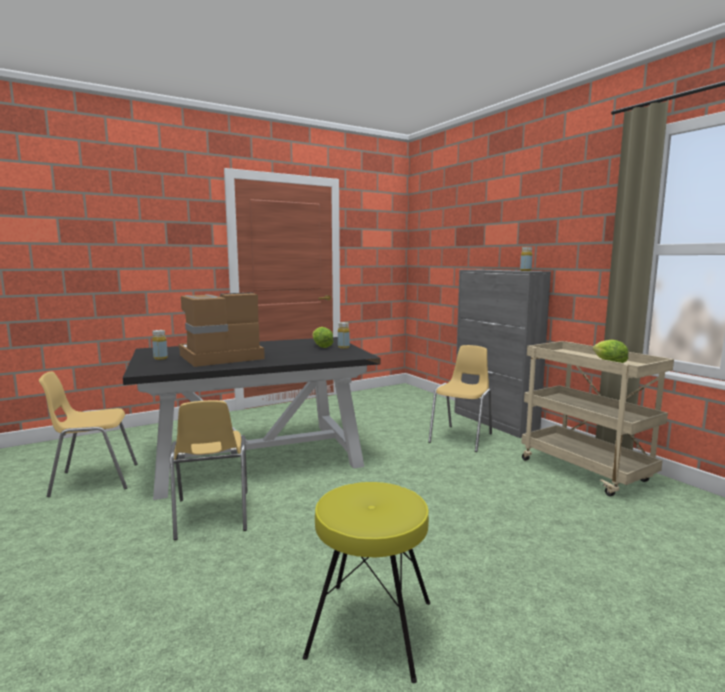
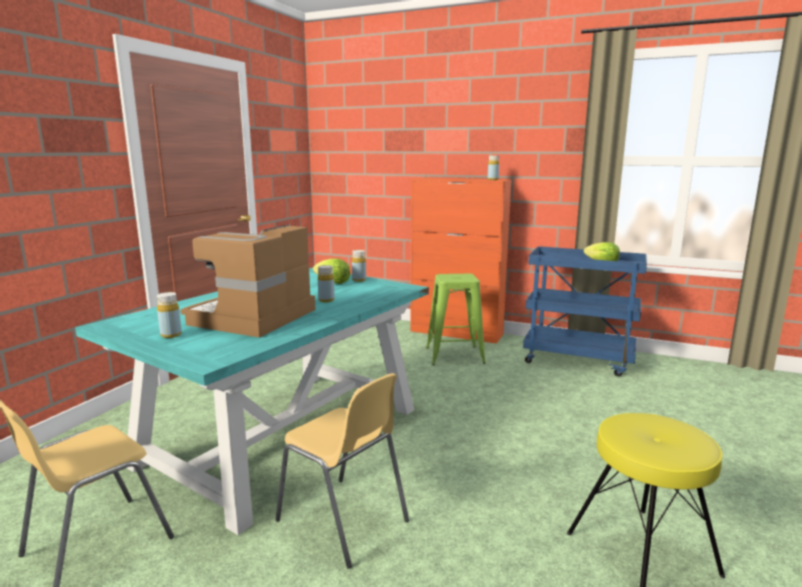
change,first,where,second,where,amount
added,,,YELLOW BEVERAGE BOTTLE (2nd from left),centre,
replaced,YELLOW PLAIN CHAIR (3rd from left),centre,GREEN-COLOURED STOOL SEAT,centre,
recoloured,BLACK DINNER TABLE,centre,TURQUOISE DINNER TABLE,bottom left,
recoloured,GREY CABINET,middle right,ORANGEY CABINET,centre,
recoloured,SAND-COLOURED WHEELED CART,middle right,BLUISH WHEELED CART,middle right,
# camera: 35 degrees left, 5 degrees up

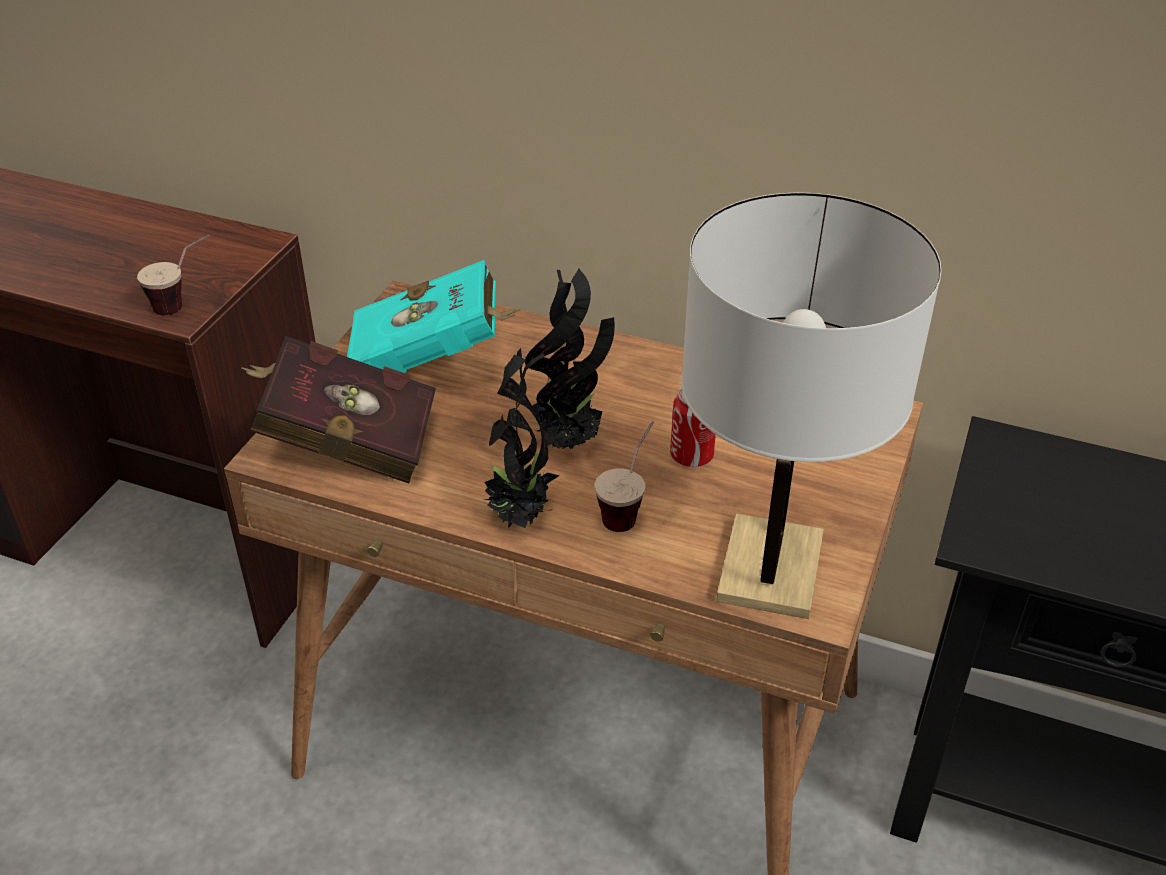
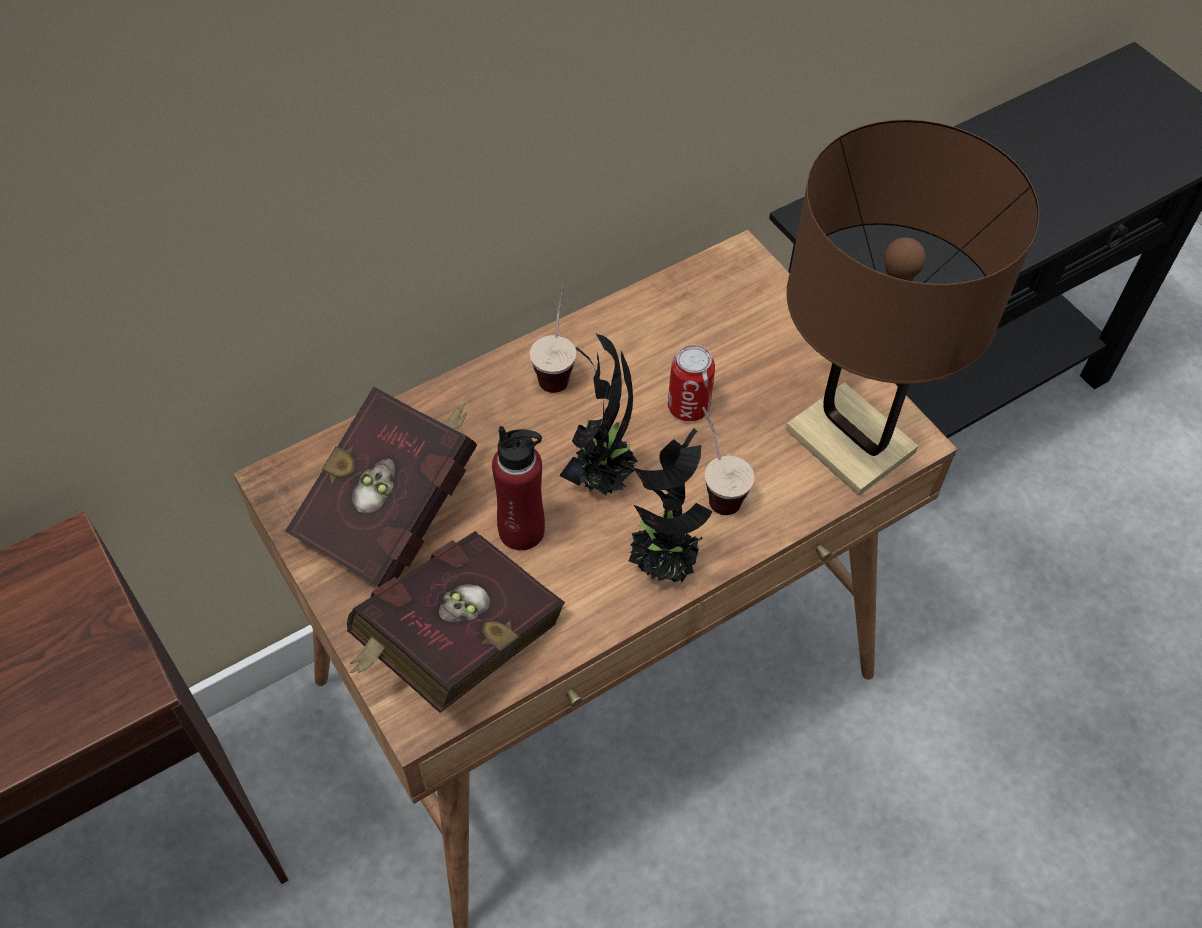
change,first,where,second,where,amount
added,,,RED-COLOURED BEVERAGE BOTTLE,centre,
moved,SMALL CUP (1st from left),top left,,centre,
recoloured,TURQUOISE VOLUME,centre,RED-COLOURED VOLUME (1st from left),middle left,
recoloured,WHITE TABLE LAMP,middle right,BROWN-COLOURED TABLE LAMP,top right,
# camera: 55 degrees left, 15 degrees up

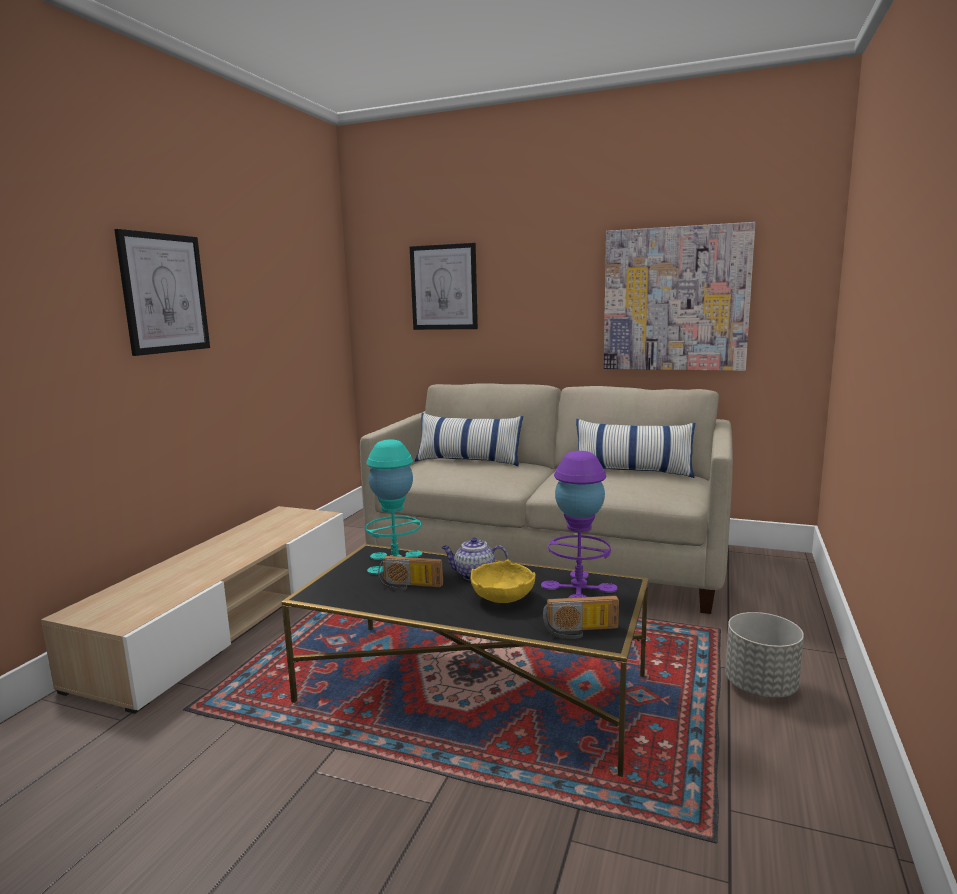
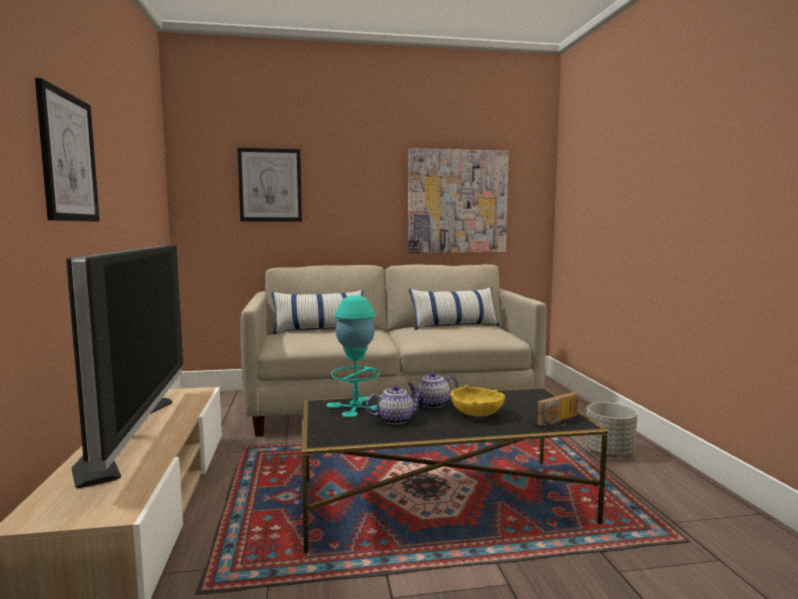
change,first,where,second,where,amount
removed,PURPLISH TABLE LAMP,centre,,,
added,,,TELEVISION,middle left,
replaced,RADIO SET (1st from left),centre,TEAPOT (1st from left),bottom centre,
# camera: 30 degrees left, 5 degrees down

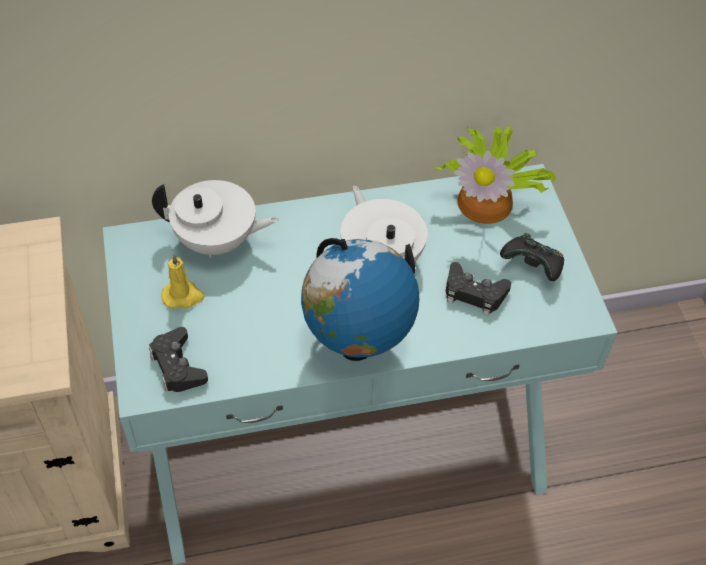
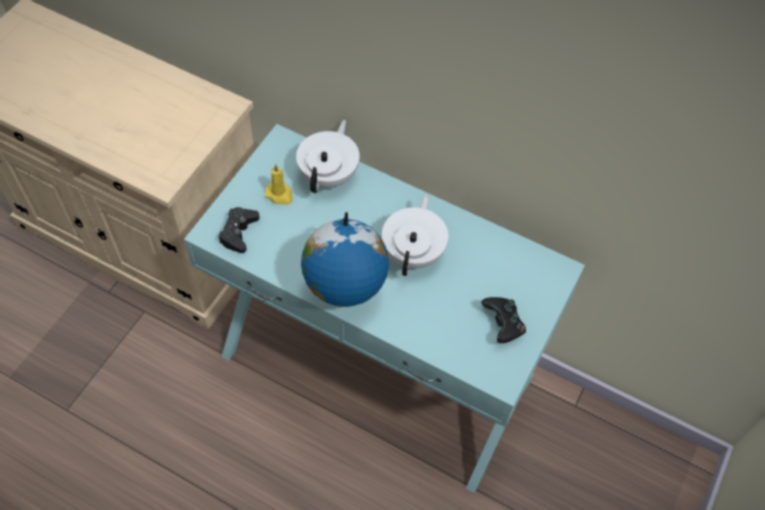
change,first,where,second,where,amount
removed,PLANT IN A POT,top right,,,
removed,BLACK GAME CONTROLLER (2nd from left),middle right,,,
turned,WHITE TEAPOT (1st from left),middle left,,top centre,120 degrees counterclockwise
# camera: 40 degrees right, 5 degrees up

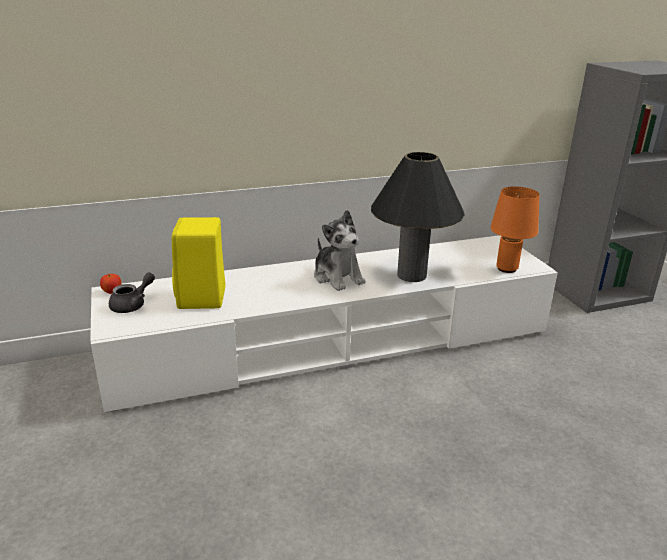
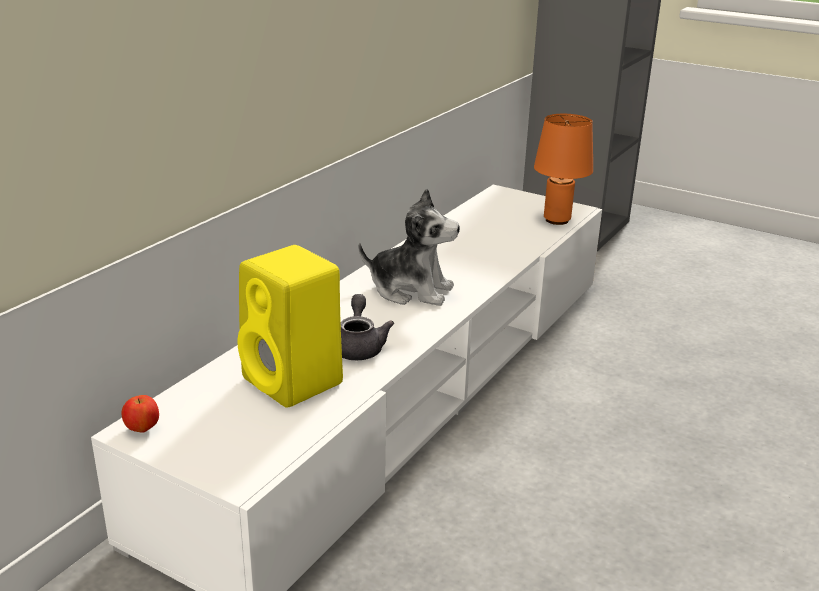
change,first,where,second,where,amount
removed,BLACK TABLE LAMP,centre,,,
moved,GREY TEAPOT,middle left,,centre,
# camera: 40 degrees left, 0 degrees up

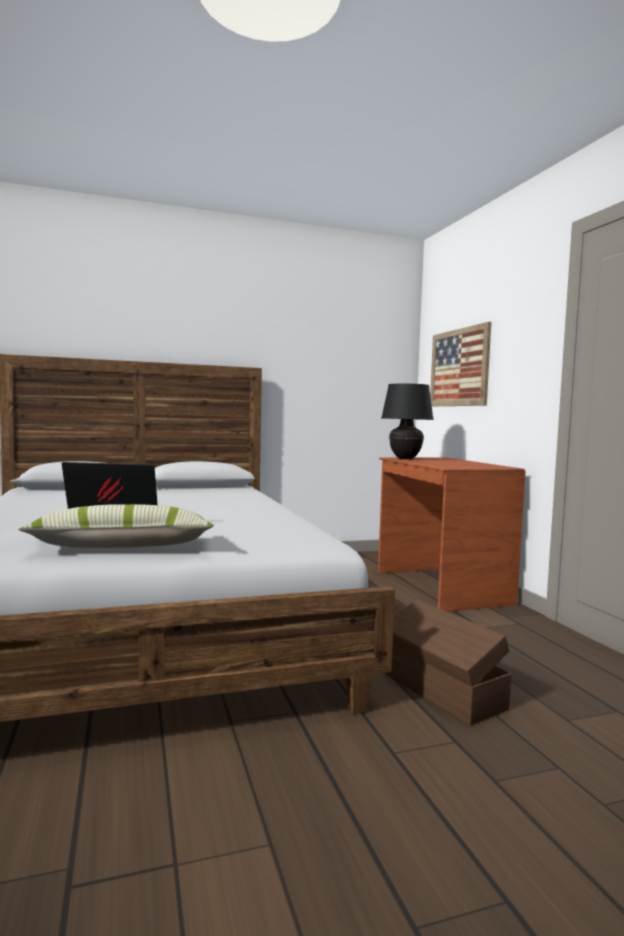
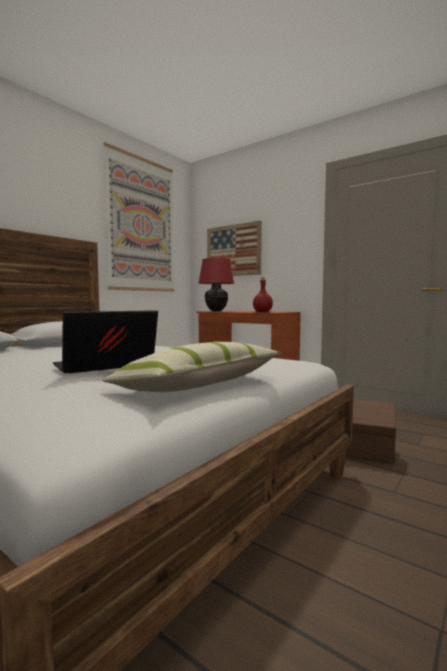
change,first,where,second,where,amount
added,,,WALL PICTURE (1st from left),top left,
added,,,RED-COLOURED BEVERAGE BOTTLE,centre,
recoloured,BLACK TABLE LAMP,centre,RED-COLOURED TABLE LAMP,centre,
# camera: 35 degrees left, 0 degrees up

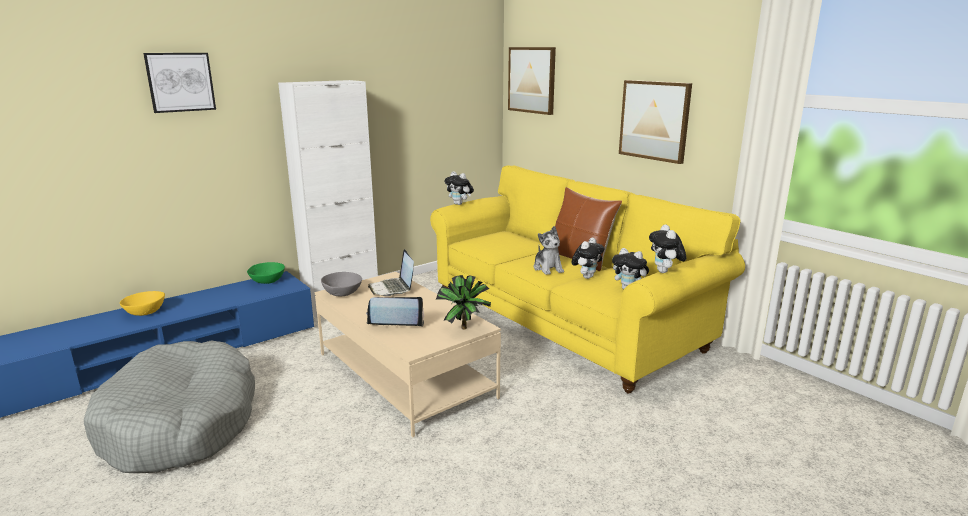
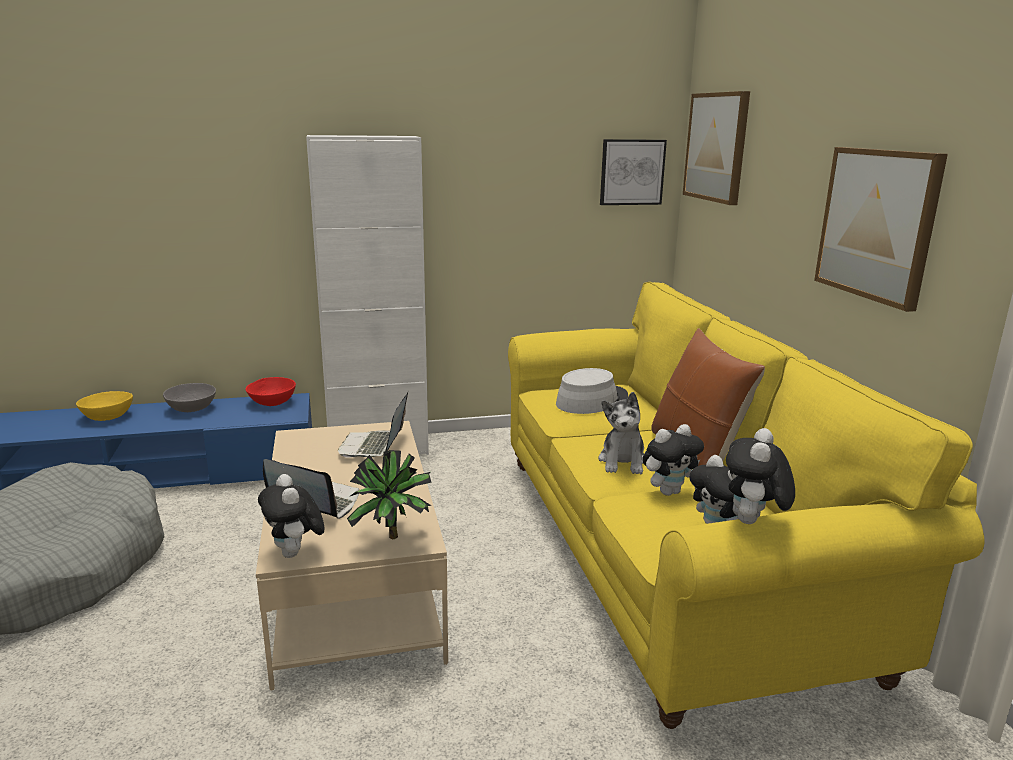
change,first,where,second,where,amount
added,,,GREY WEARABLE HAT,centre,
moved,WALL PICTURE (1st from left),top left,,top centre,
moved,GREY BOWL,centre,,middle left,
moved,SOFT TOY (1st from left),centre,,bottom left,
recoloured,GREEN-COLOURED BOWL,middle left,RED-COLOURED BOWL,middle left,
# camera: 25 degrees right, 0 degrees up

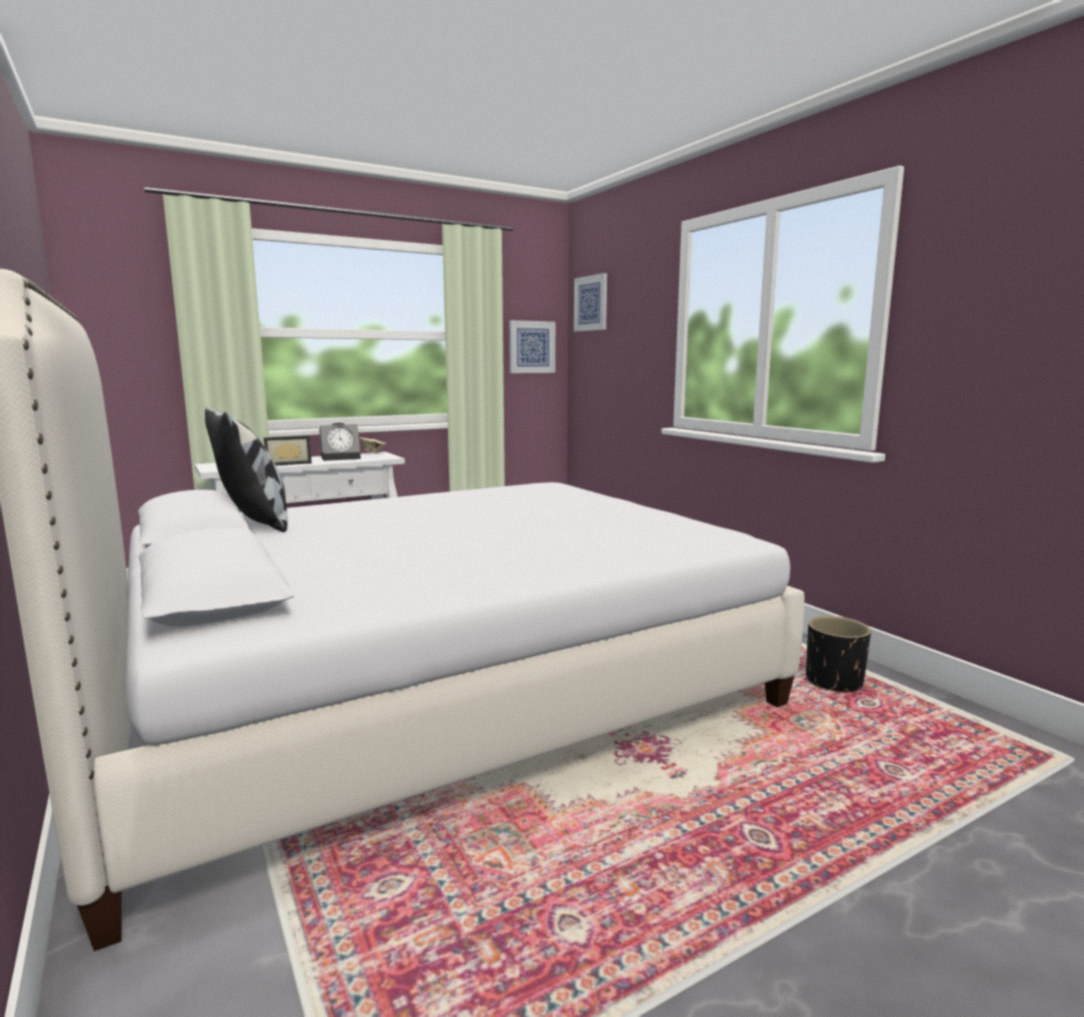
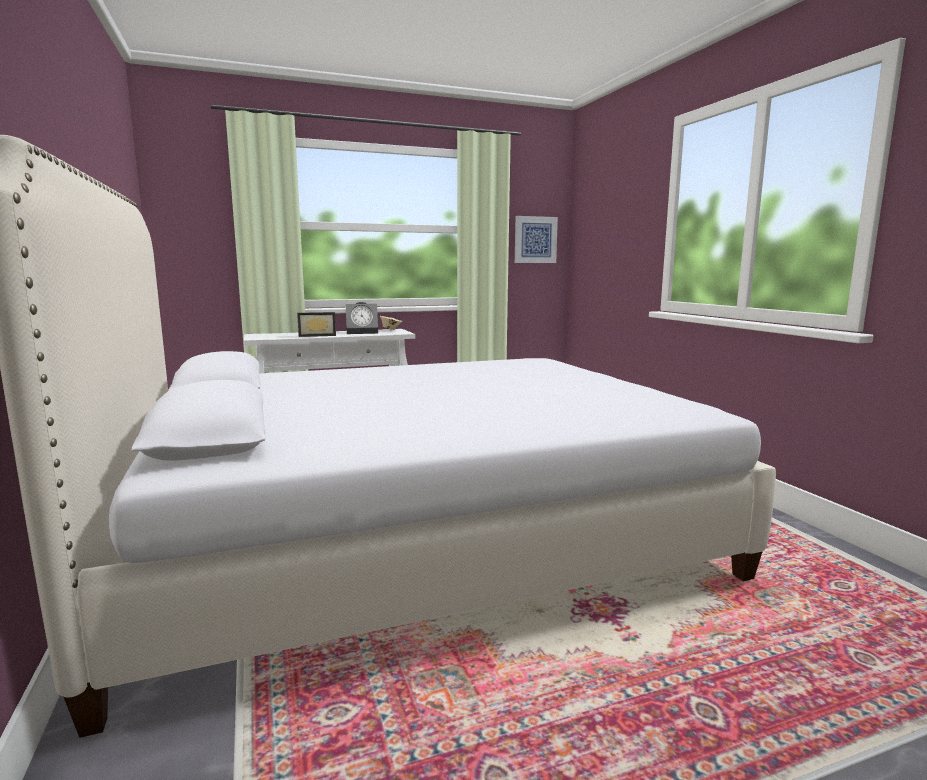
change,first,where,second,where,amount
removed,CUSHION,middle left,,,
removed,WALL PICTURE (2nd from left),top centre,,,
removed,BLACK FLOWER POT,middle right,,,
# camera: 10 degrees right, 0 degrees up

